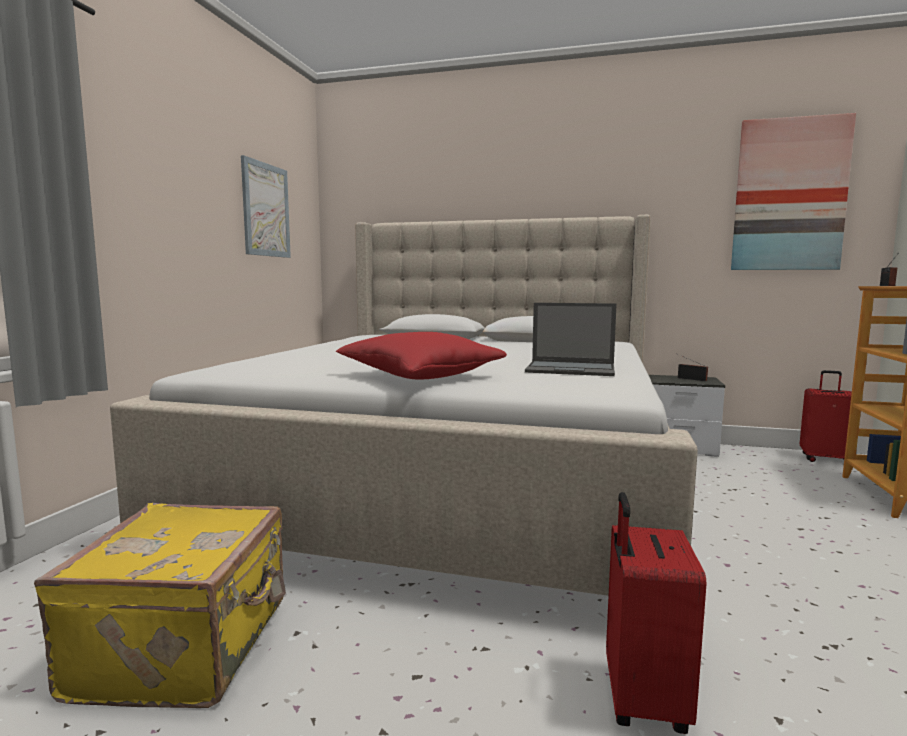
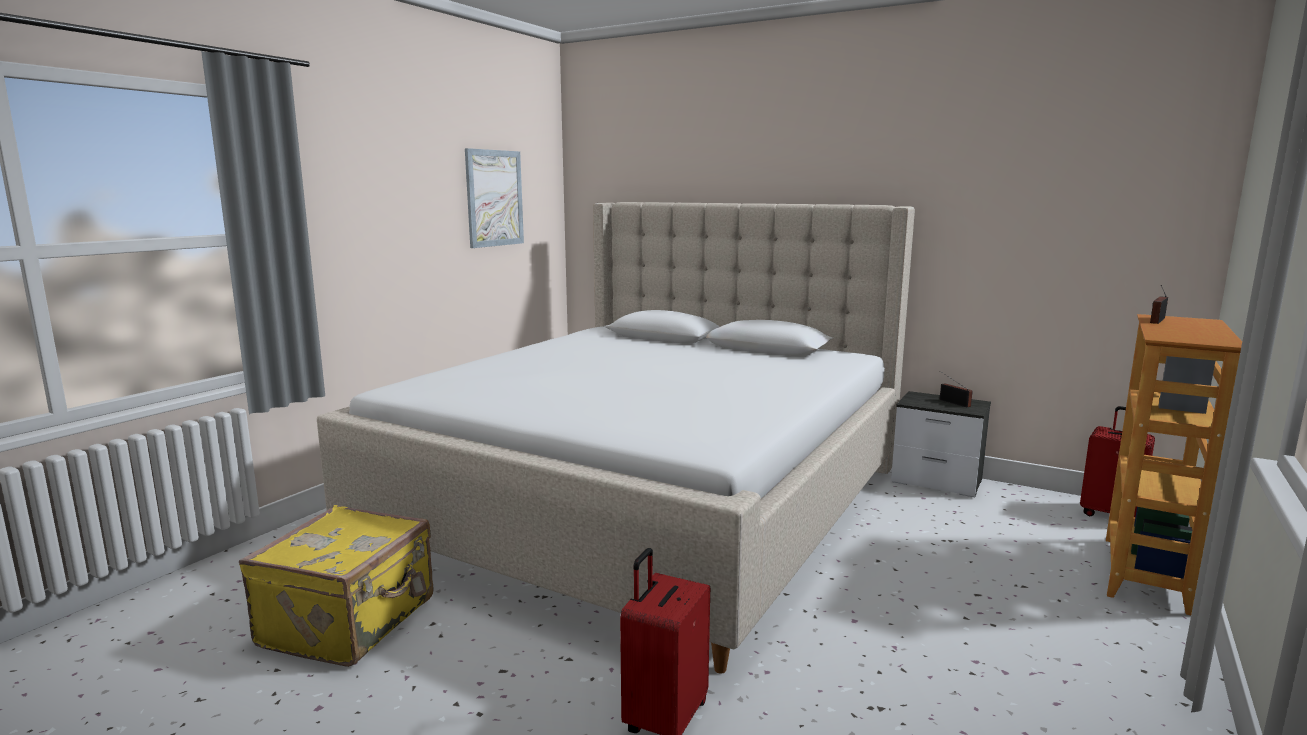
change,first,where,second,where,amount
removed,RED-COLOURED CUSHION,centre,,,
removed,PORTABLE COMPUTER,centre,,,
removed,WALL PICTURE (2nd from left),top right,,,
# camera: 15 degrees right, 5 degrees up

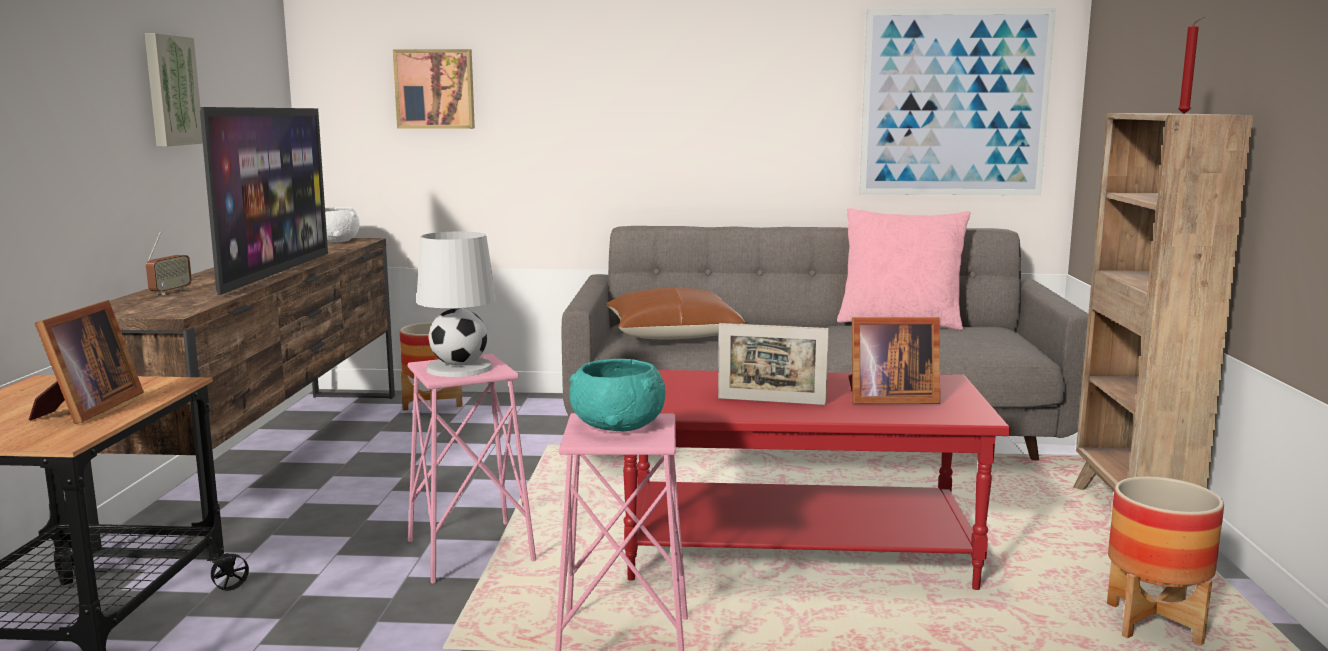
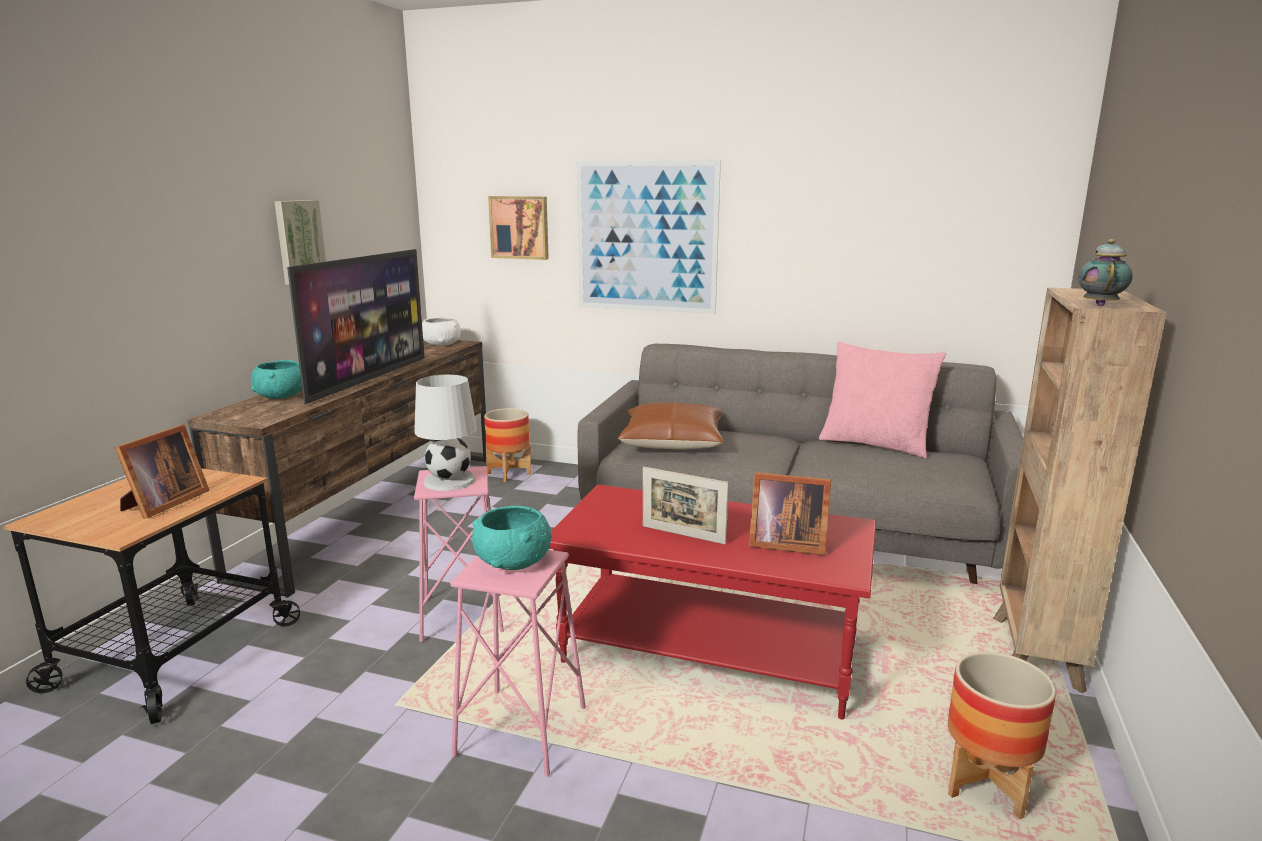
change,first,where,second,where,amount
moved,WALL PICTURE (3rd from left),top right,,top centre,
replaced,RADIO SET,middle left,TURQUOISE BOWL (1st from left),middle left,
replaced,RED-COLOURED WAX LIGHT,top right,TEAPOT,top right,
# camera: 15 degrees right, 5 degrees up

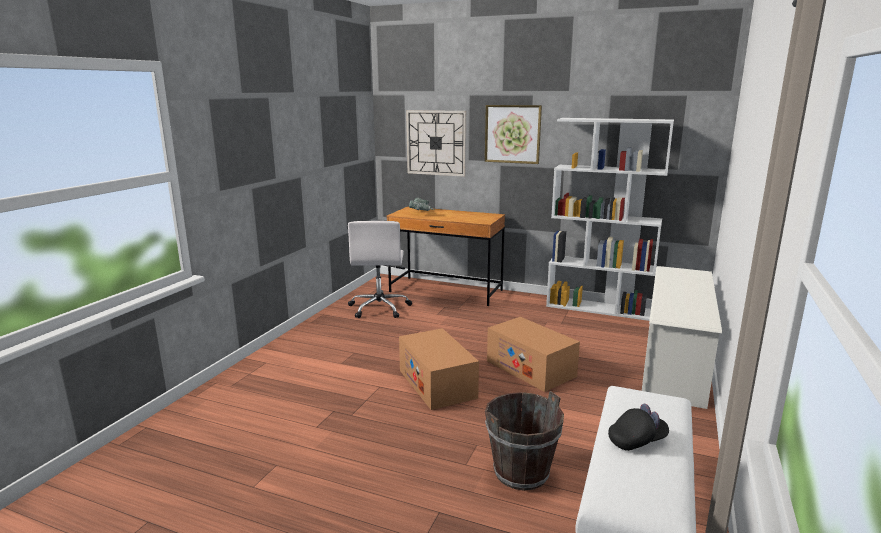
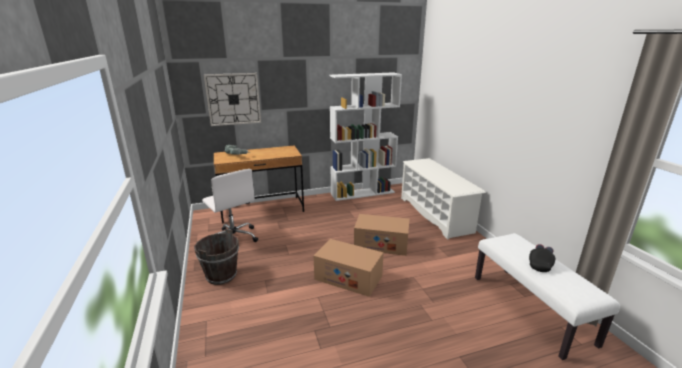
change,first,where,second,where,amount
removed,WALL PICTURE,top centre,,,
moved,BROWN-COLOURED PAIL,bottom centre,,bottom left,
# camera: 40 degrees left, 5 degrees up

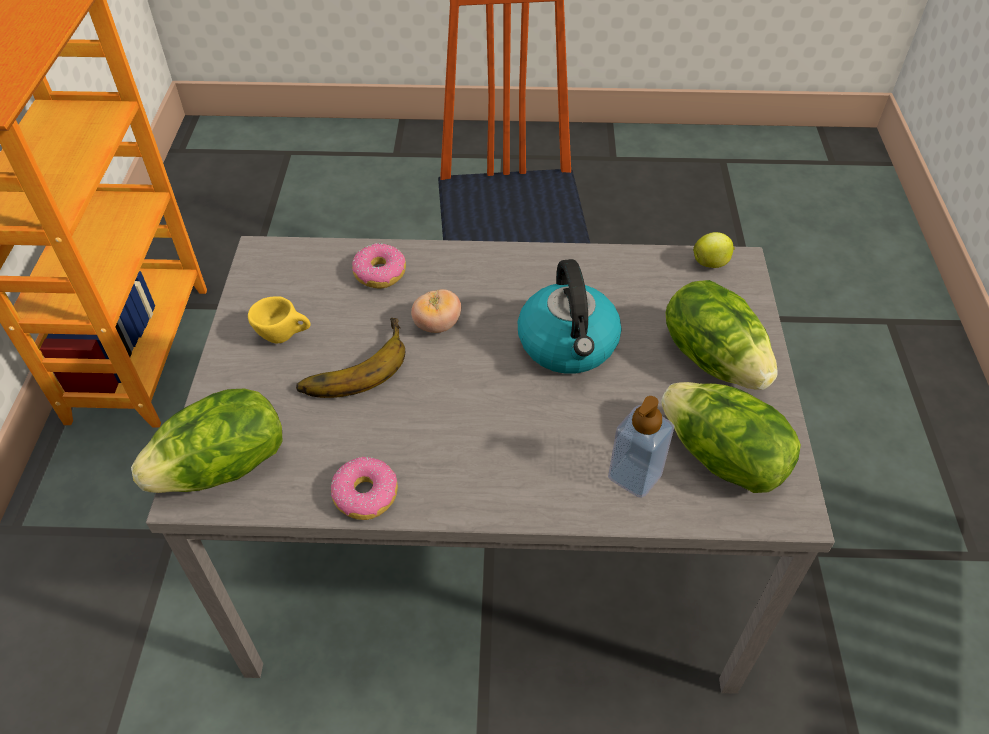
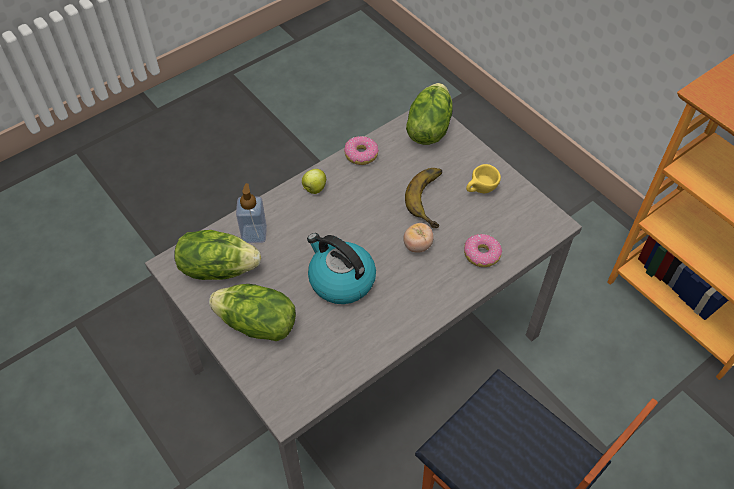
change,first,where,second,where,amount
moved,APPLE FRUIT,middle right,,centre,
# camera: 140 degrees right, 5 degrees up

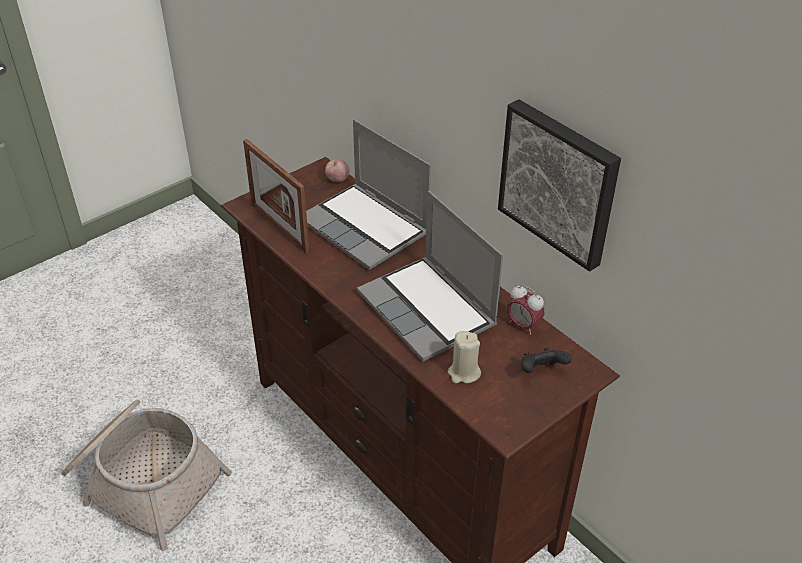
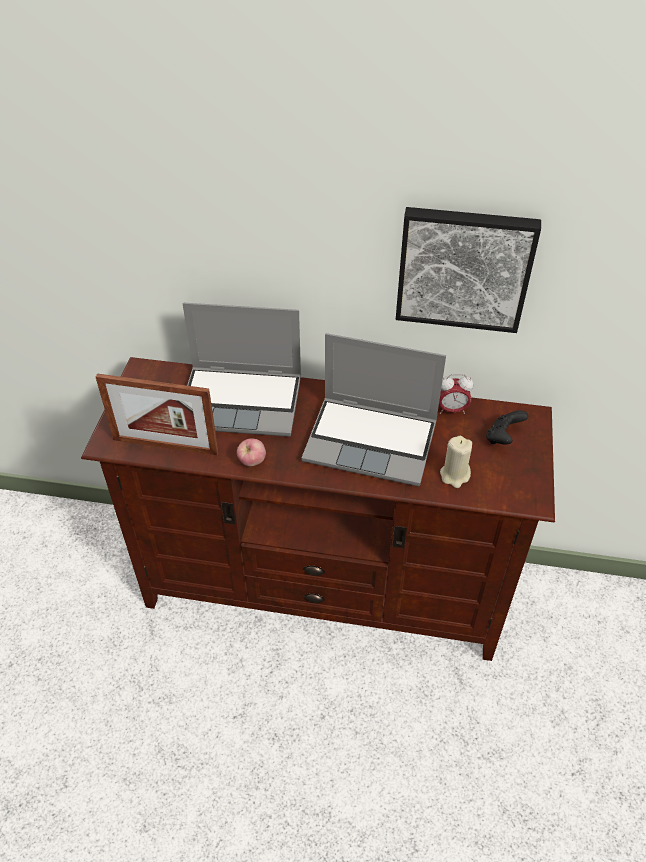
change,first,where,second,where,amount
removed,BASKET,bottom left,,,
moved,APPLE FRUIT,top centre,,centre,
# camera: 40 degrees left, 5 degrees up

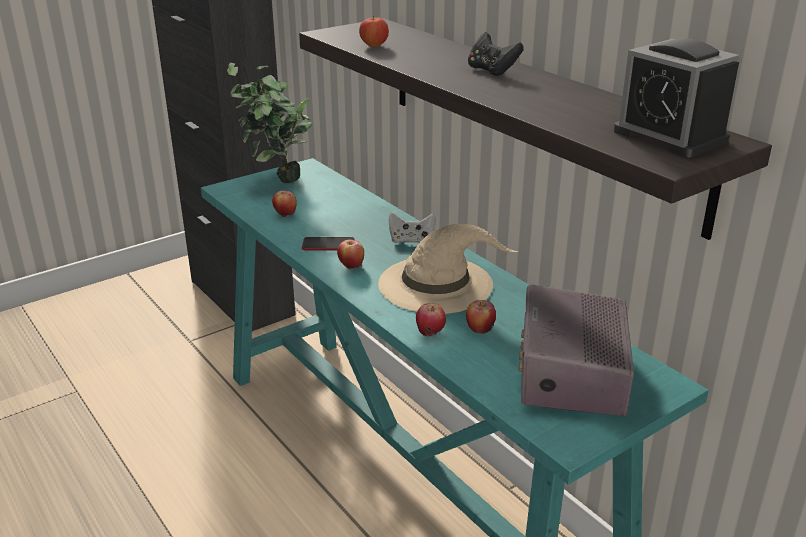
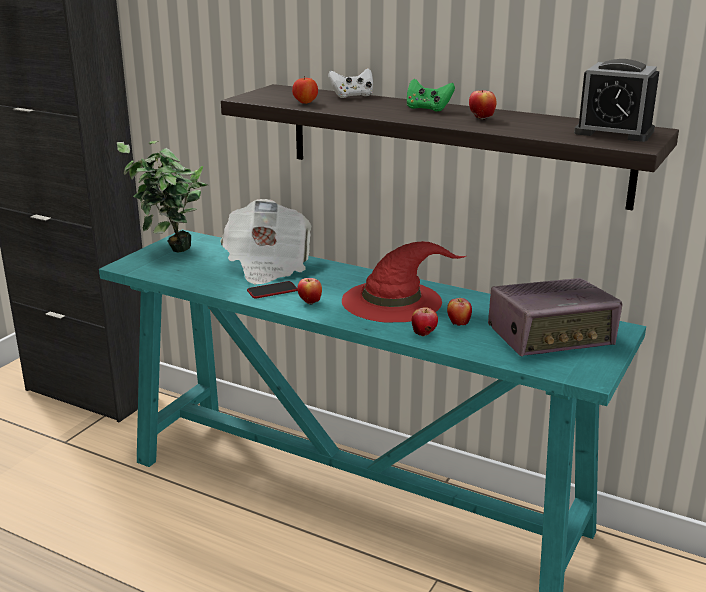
change,first,where,second,where,amount
added,,,DAILY PAPER,centre,
moved,APPLE FRUIT (1st from left in the first image),centre,APPLE FRUIT (5th from left),top right,
moved,WHITE GAME CONTROLLER,centre,,top centre,
recoloured,SAND-COLOURED WEARABLE HAT,centre,RED-COLOURED WEARABLE HAT,centre,
recoloured,BLACK GAME CONTROLLER,top centre,GREEN-COLOURED GAME CONTROLLER,top centre,
turned,RADIO SET,middle right,,middle right,90 degrees counterclockwise
# camera: 25 degrees left, 5 degrees down

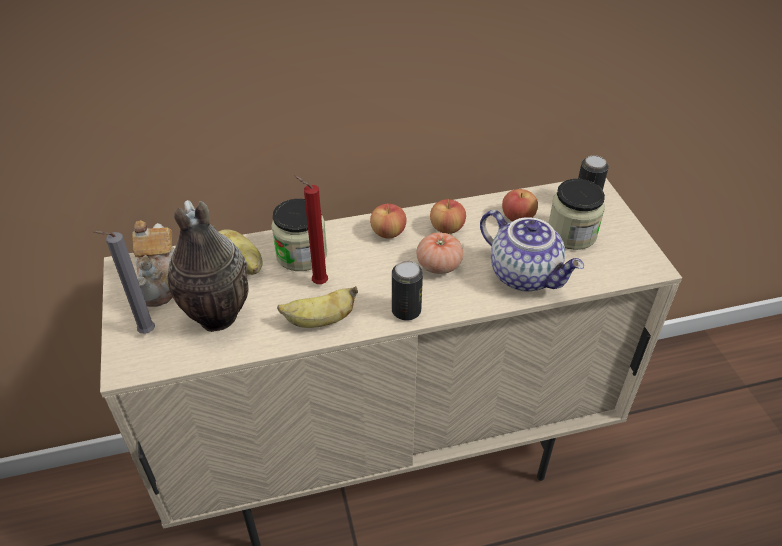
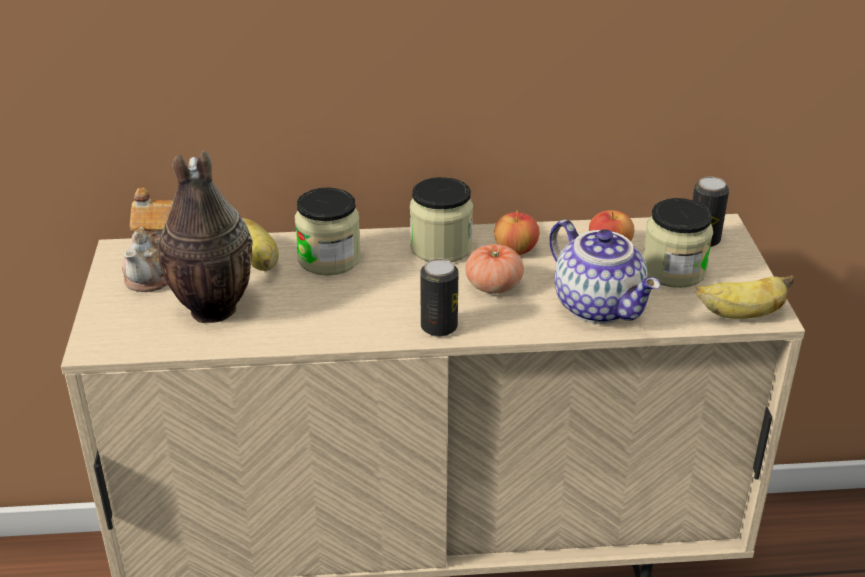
change,first,where,second,where,amount
removed,GREY WAX LIGHT,middle left,,,
removed,RED-COLOURED WAX LIGHT,centre,,,
moved,WHOLE BANANA (2nd from left),centre,,middle right,
replaced,APPLE FRUIT (1st from left),centre,PRESERVE JAR (2nd from left),centre,
# camera: 10 degrees right, 10 degrees down

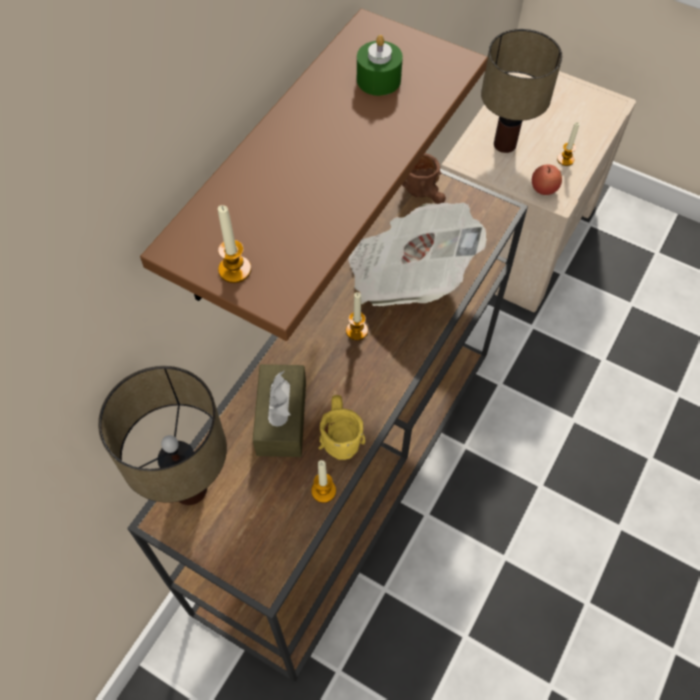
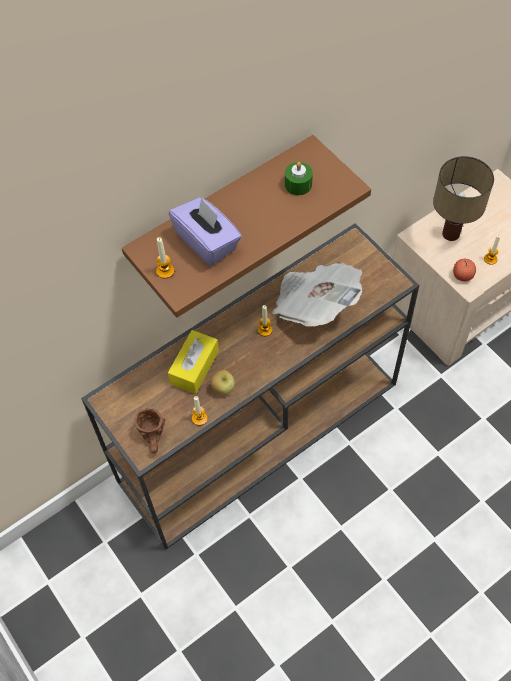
change,first,where,second,where,amount
removed,TABLE LAMP (1st from left),middle left,,,
added,,,PURPLISH TISSUE HOLDER,centre,
moved,BROWN-COLOURED MUG,top centre,,middle left,
replaced,YELLOW MUG,centre,APPLE FRUIT (1st from left),centre,
recoloured,BROWN-COLOURED TISSUE HOLDER,centre,YELLOW TISSUE HOLDER,centre,
# camera: 25 degrees right, 0 degrees up

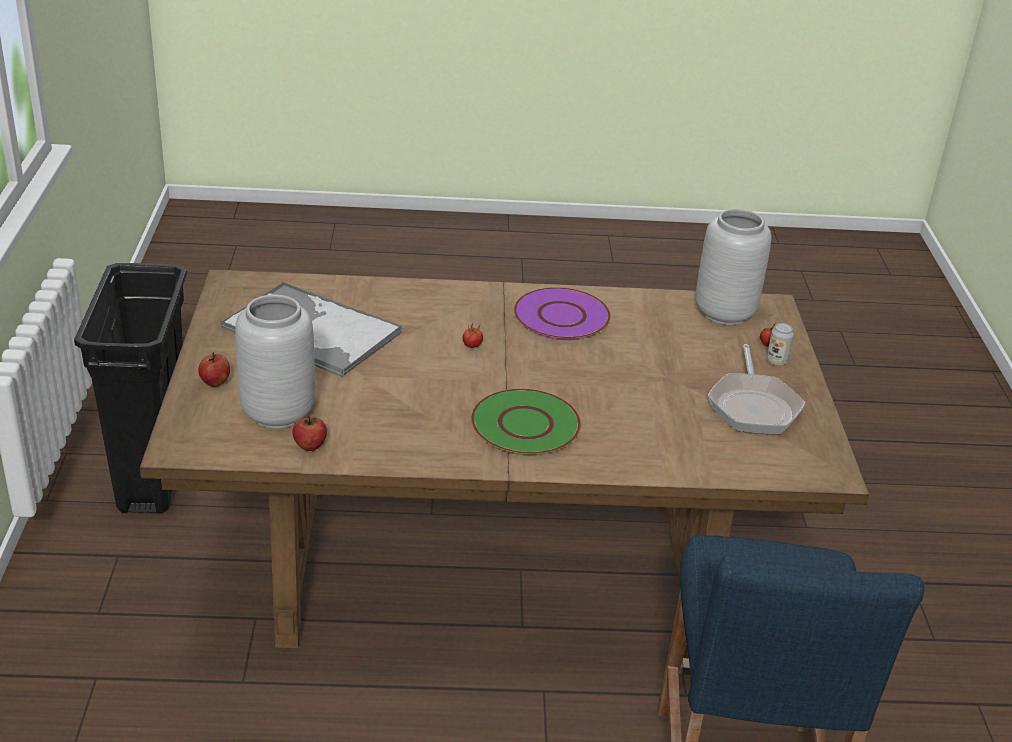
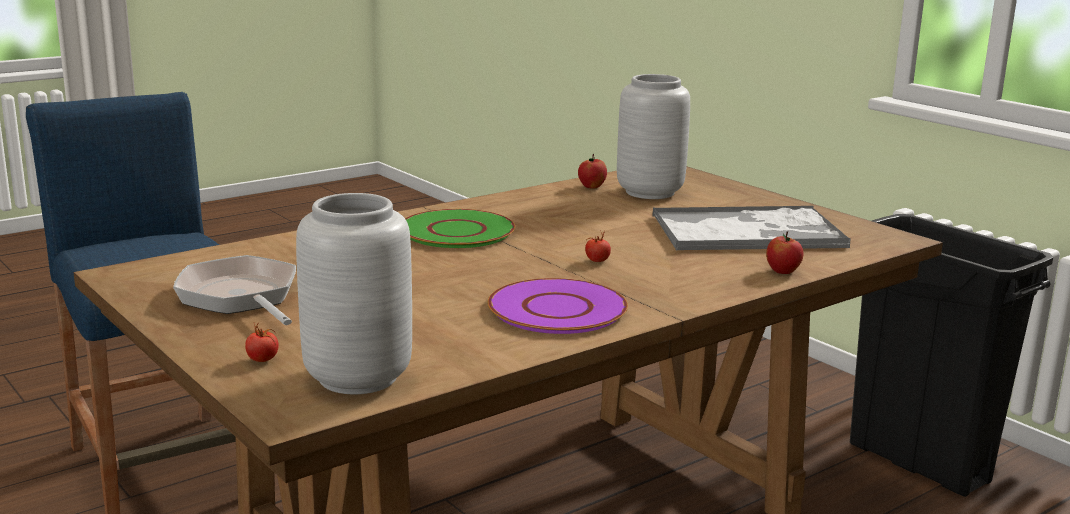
change,first,where,second,where,amount
removed,METAL CAN,middle right,,,
moved,APPLE FRUIT (1st from left in the first image),middle left,APPLE FRUIT (2nd from left),middle right,
# camera: 145 degrees right, 15 degrees down

